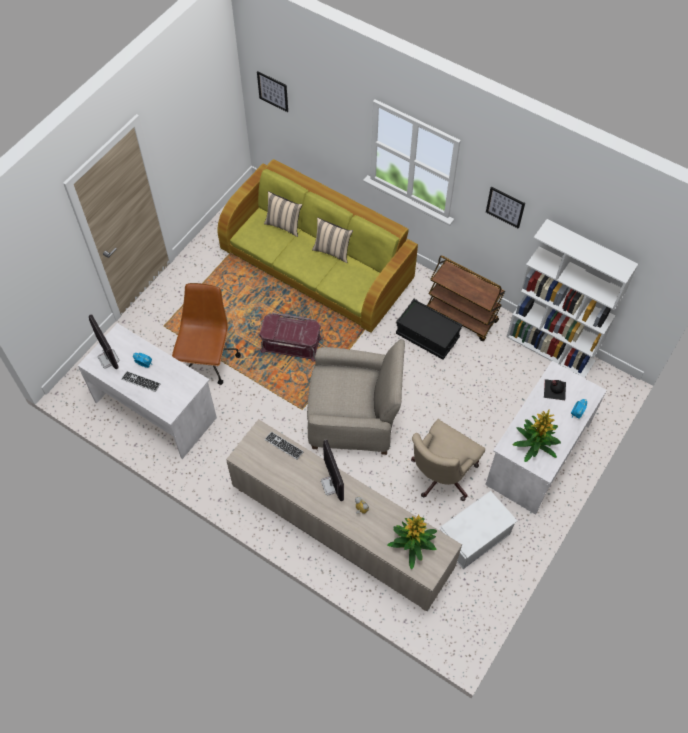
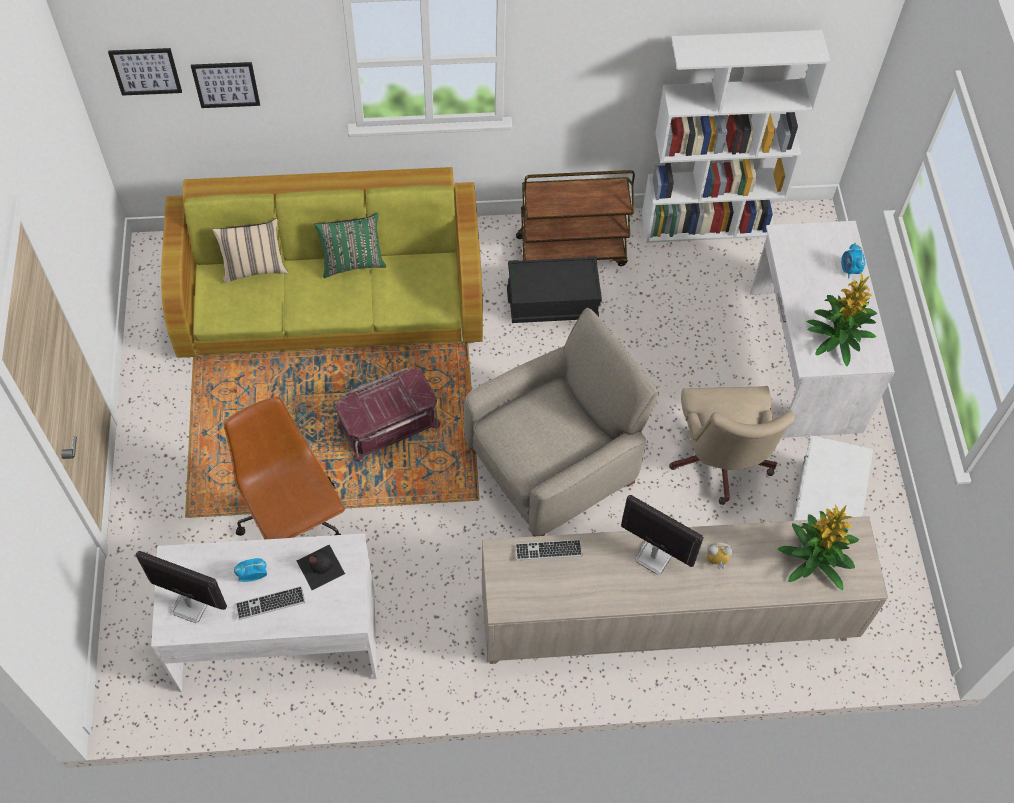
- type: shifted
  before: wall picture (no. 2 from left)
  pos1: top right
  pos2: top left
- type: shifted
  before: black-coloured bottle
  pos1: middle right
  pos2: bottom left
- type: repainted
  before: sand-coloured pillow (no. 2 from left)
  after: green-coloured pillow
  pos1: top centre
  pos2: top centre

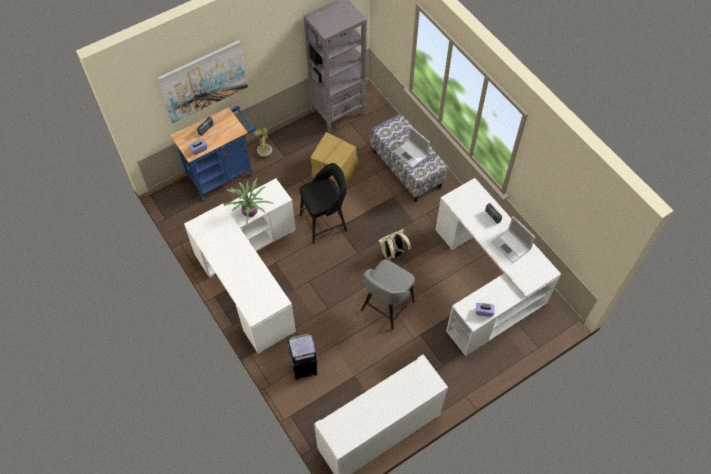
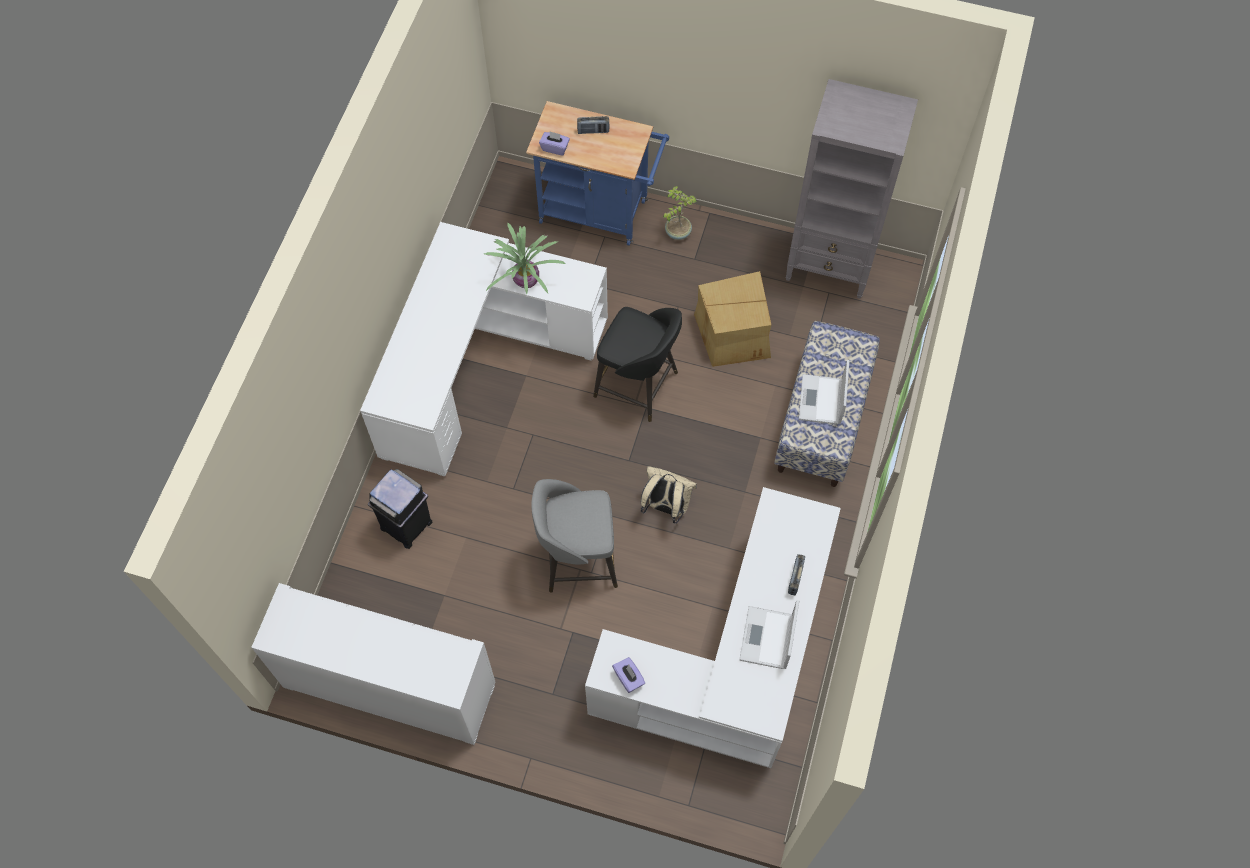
- type: gone
  before: wall picture
  pos1: top left

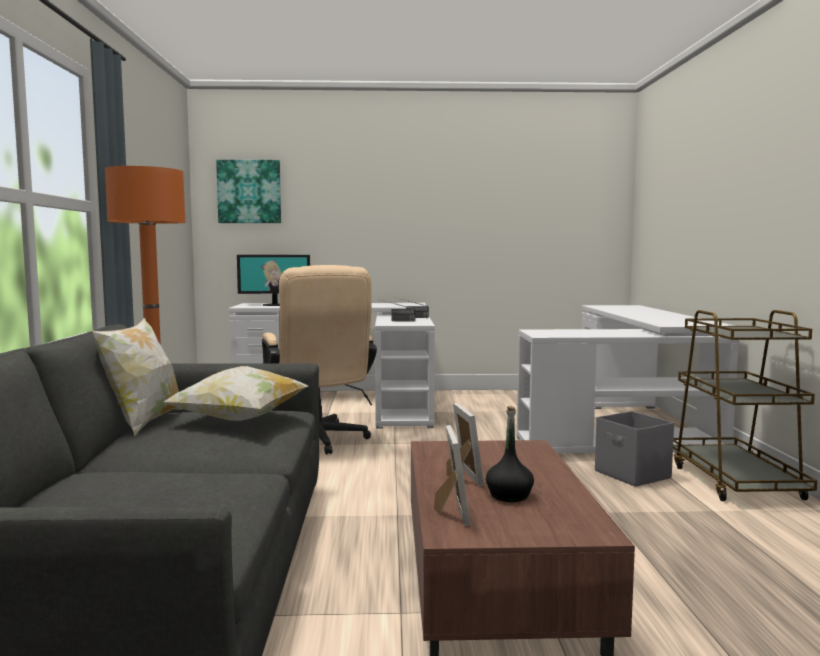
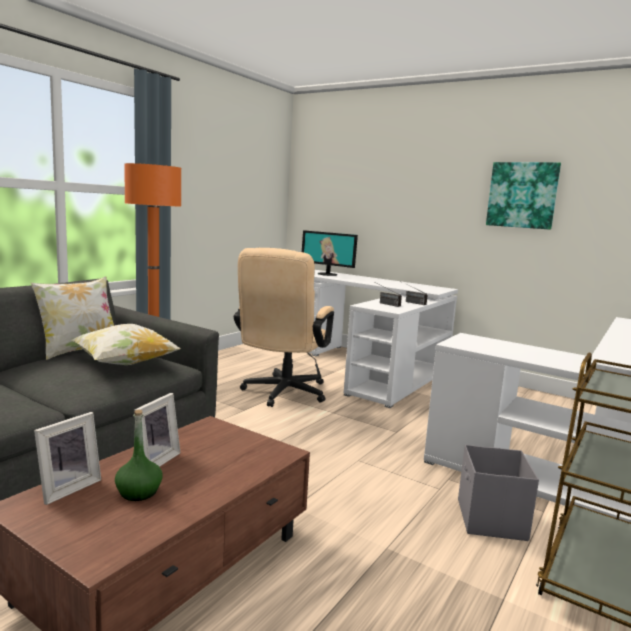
- type: shifted
  before: wall picture
  pos1: top left
  pos2: top right
- type: repainted
  before: black-coloured bottle
  after: green-coloured bottle
  pos1: bottom centre
  pos2: bottom left

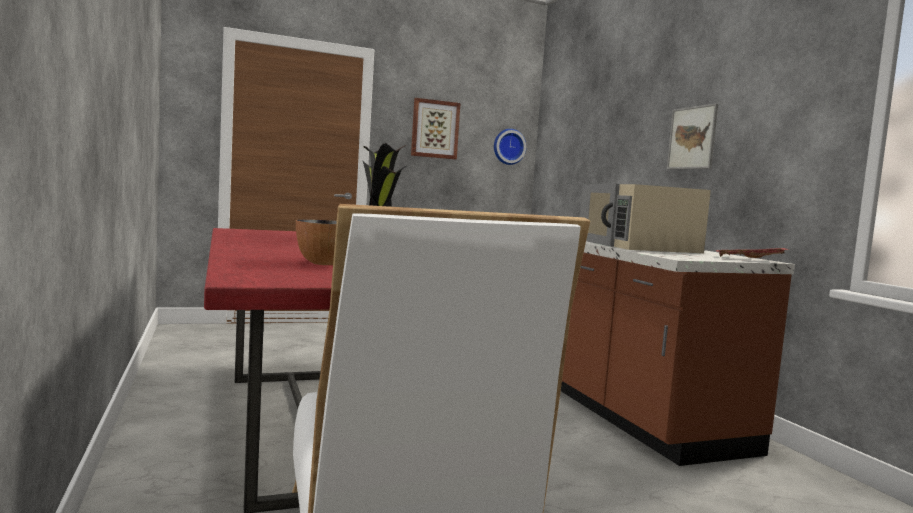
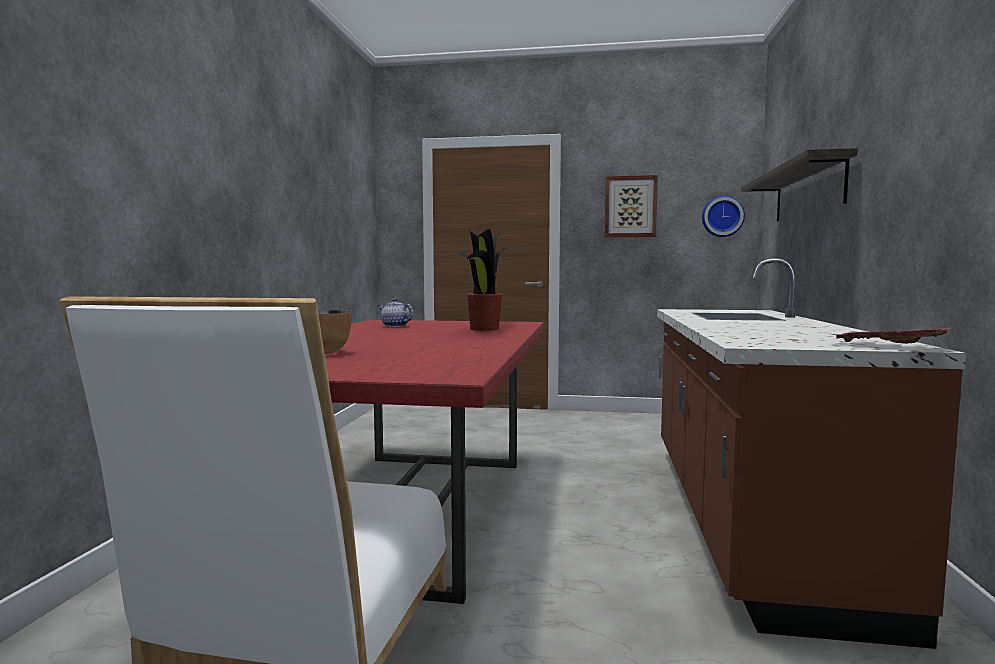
- type: gone
  before: sand-coloured microwave
  pos1: middle right
- type: gone
  before: wall picture (no. 2 from left)
  pos1: top right
- type: new
  after: tea pot
  pos2: centre
- type: new
  after: wall shelf
  pos2: top right

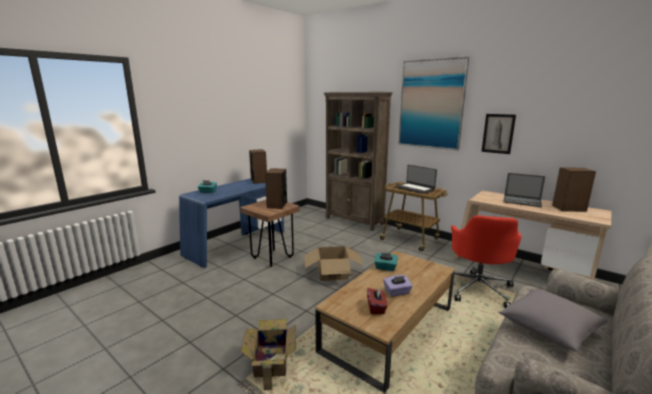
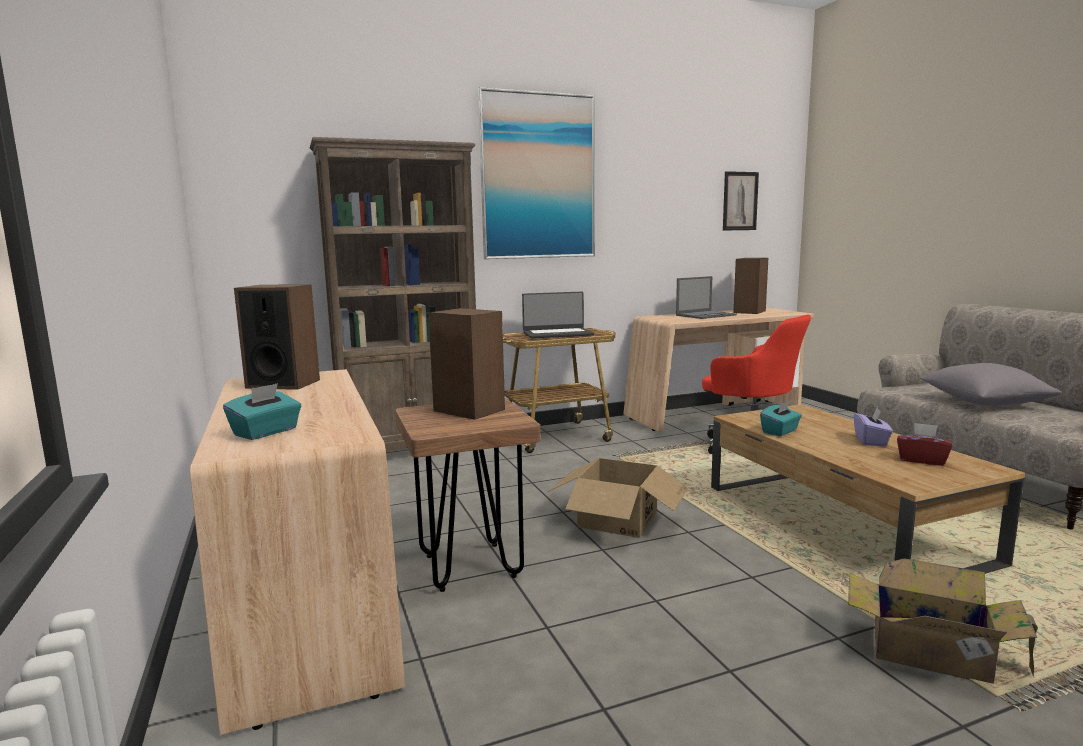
- type: shifted
  before: wall picture (no. 2 from left)
  pos1: middle right
  pos2: top right
- type: repainted
  before: blue-coloured desk
  after: sand-coloured desk (no. 1 from left)
  pos1: centre
  pos2: bottom left

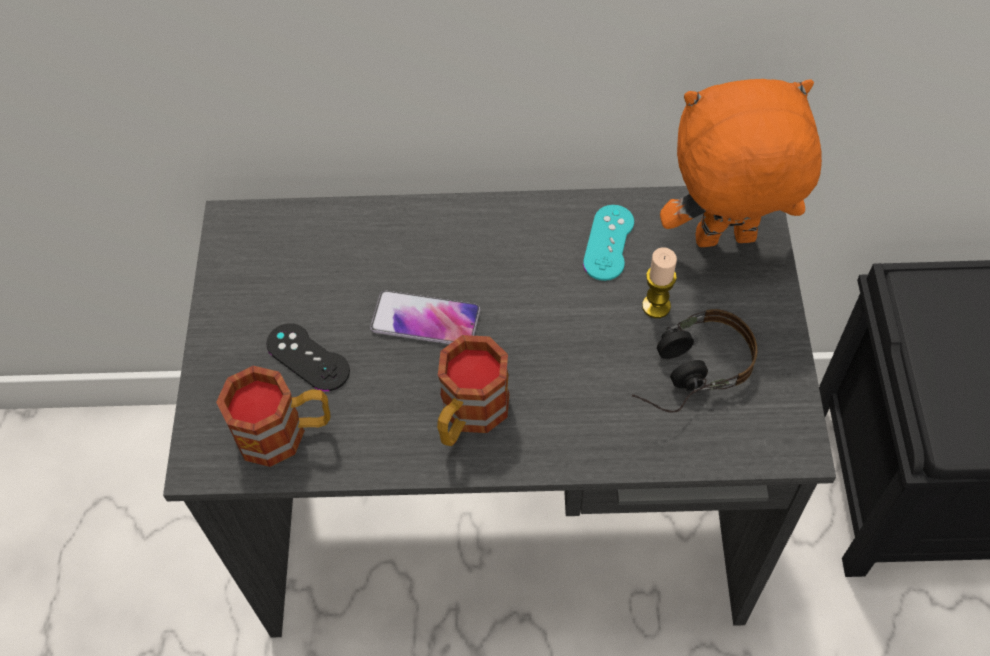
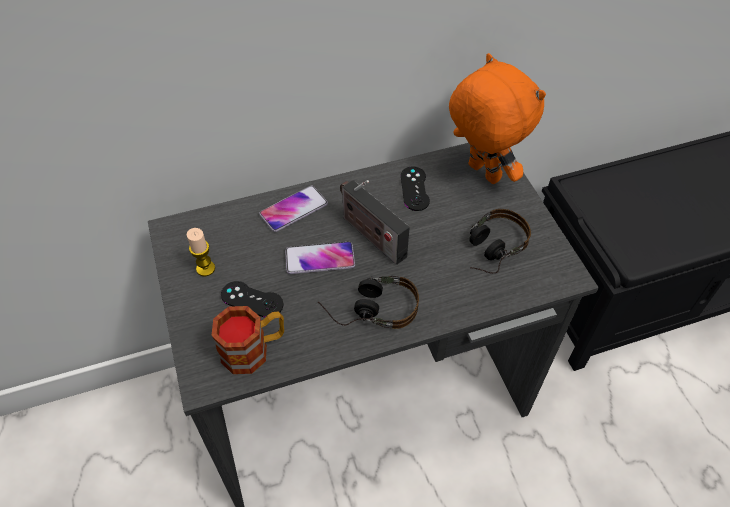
- type: new
  after: phone (no. 1 from left)
  pos2: centre
- type: new
  after: radio receiver
  pos2: centre
- type: shifted
  before: wax light
  pos1: centre
  pos2: middle left
- type: swapped
  before: tea mug (no. 2 from left)
  after: headset (no. 1 from left)
  pos1: centre
  pos2: centre
- type: repainted
  before: turquoise gamepad
  after: black-coloured gamepad (no. 2 from left)
  pos1: centre
  pos2: centre
- type: rotated
  before: orange cuddly toy
  pos1: top right
  pos2: top right
  turn: 75

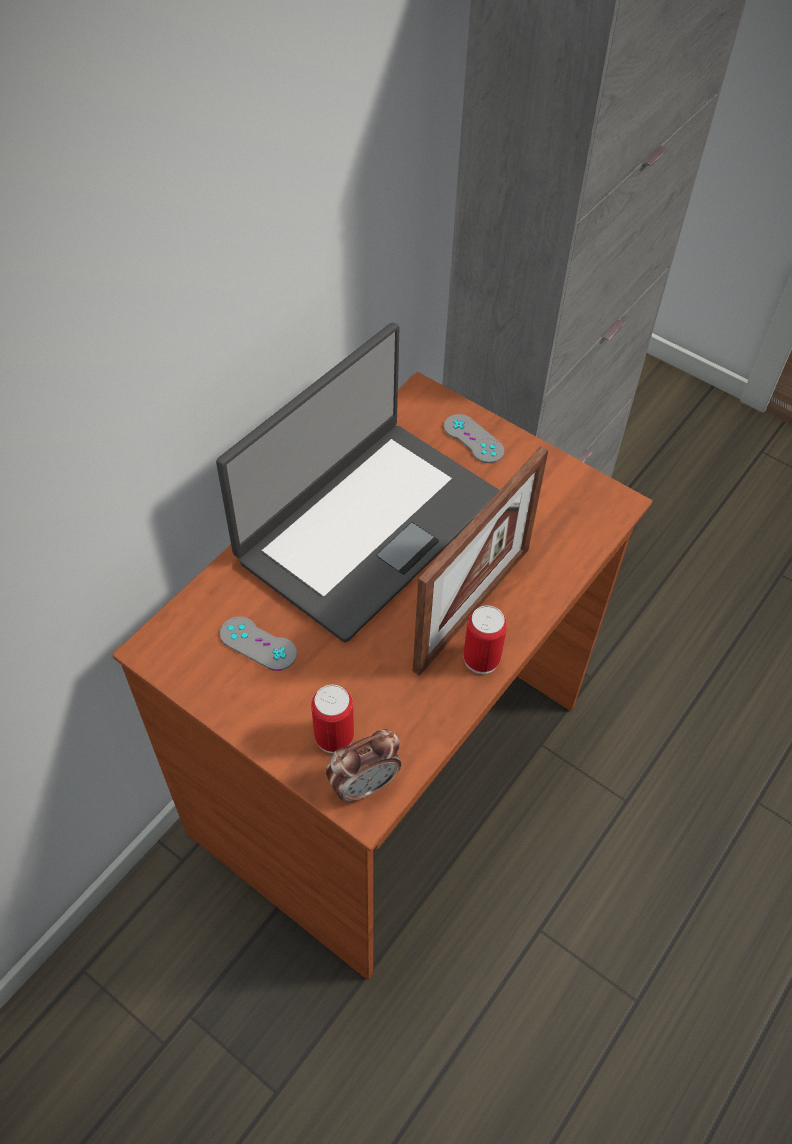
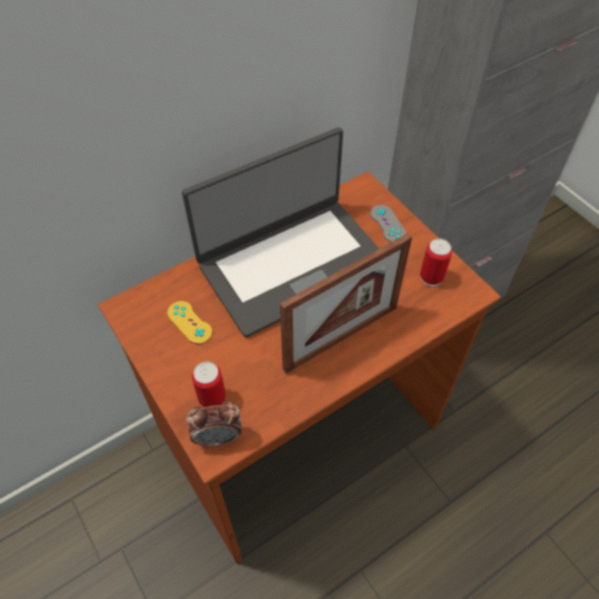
- type: shifted
  before: sealed can (no. 2 from left)
  pos1: centre
  pos2: middle right
- type: repainted
  before: gray gamepad (no. 1 from left)
  after: yellow gamepad
  pos1: middle left
  pos2: middle left

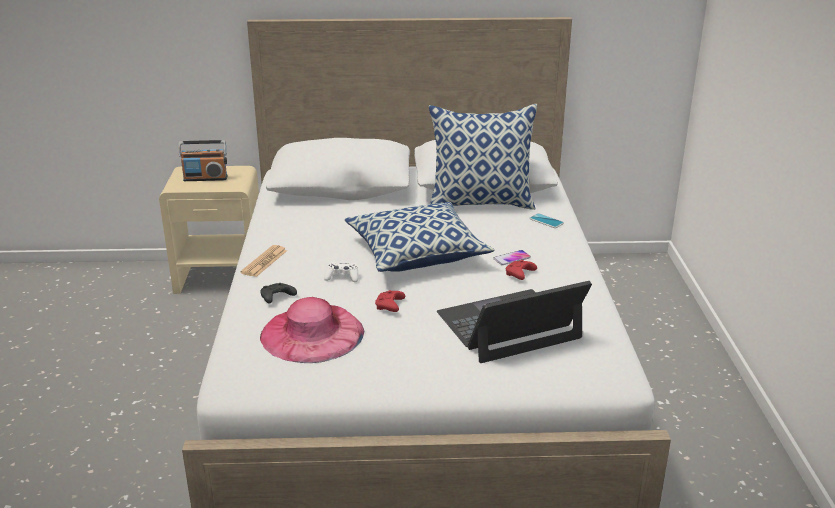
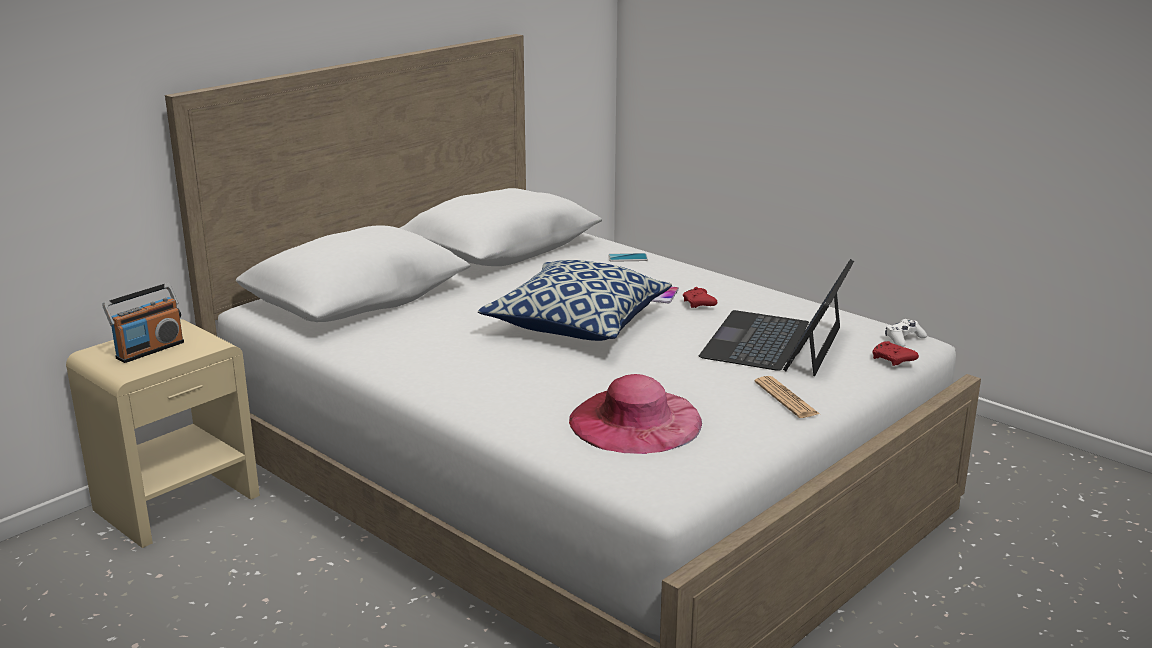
- type: gone
  before: black-coloured gamepad
  pos1: middle left
- type: gone
  before: pillow (no. 2 from left)
  pos1: top centre
- type: shifted
  before: printed paper
  pos1: middle left
  pos2: middle right
- type: shifted
  before: white-coloured gamepad
  pos1: centre
  pos2: middle right
- type: shifted
  before: red-coloured gamepad (no. 1 from left in the first image)
  after: red-coloured gamepad (no. 2 from left)
  pos1: centre
  pos2: middle right

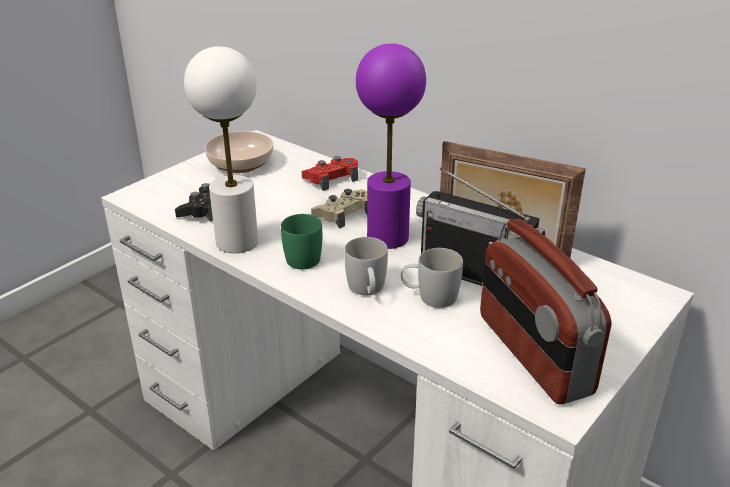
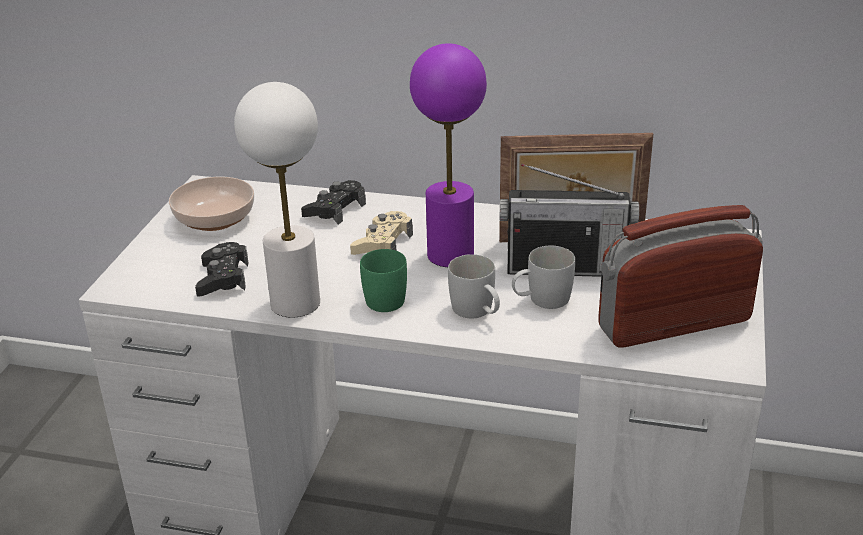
- type: repainted
  before: red-coloured gamepad
  after: black-coloured gamepad (no. 2 from left)
  pos1: centre
  pos2: centre
- type: rotated
  before: radio receiver (no. 2 from left)
  pos1: middle right
  pos2: middle right
  turn: 120

